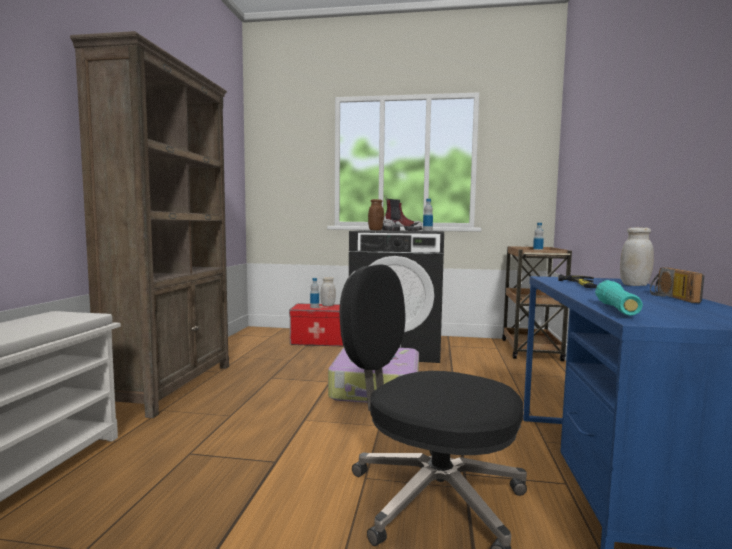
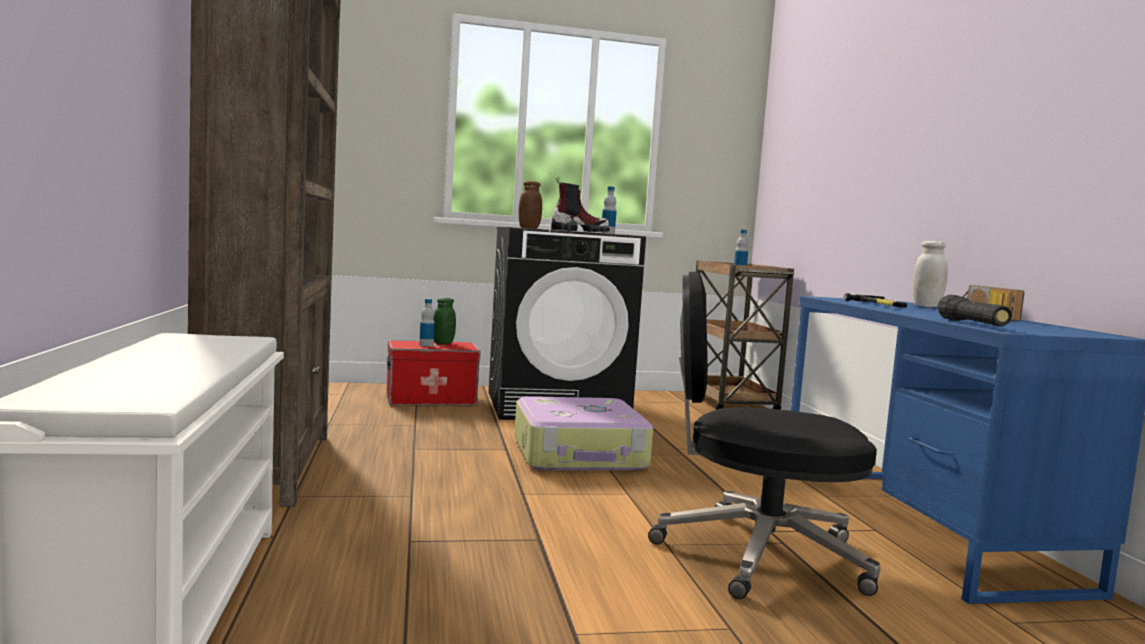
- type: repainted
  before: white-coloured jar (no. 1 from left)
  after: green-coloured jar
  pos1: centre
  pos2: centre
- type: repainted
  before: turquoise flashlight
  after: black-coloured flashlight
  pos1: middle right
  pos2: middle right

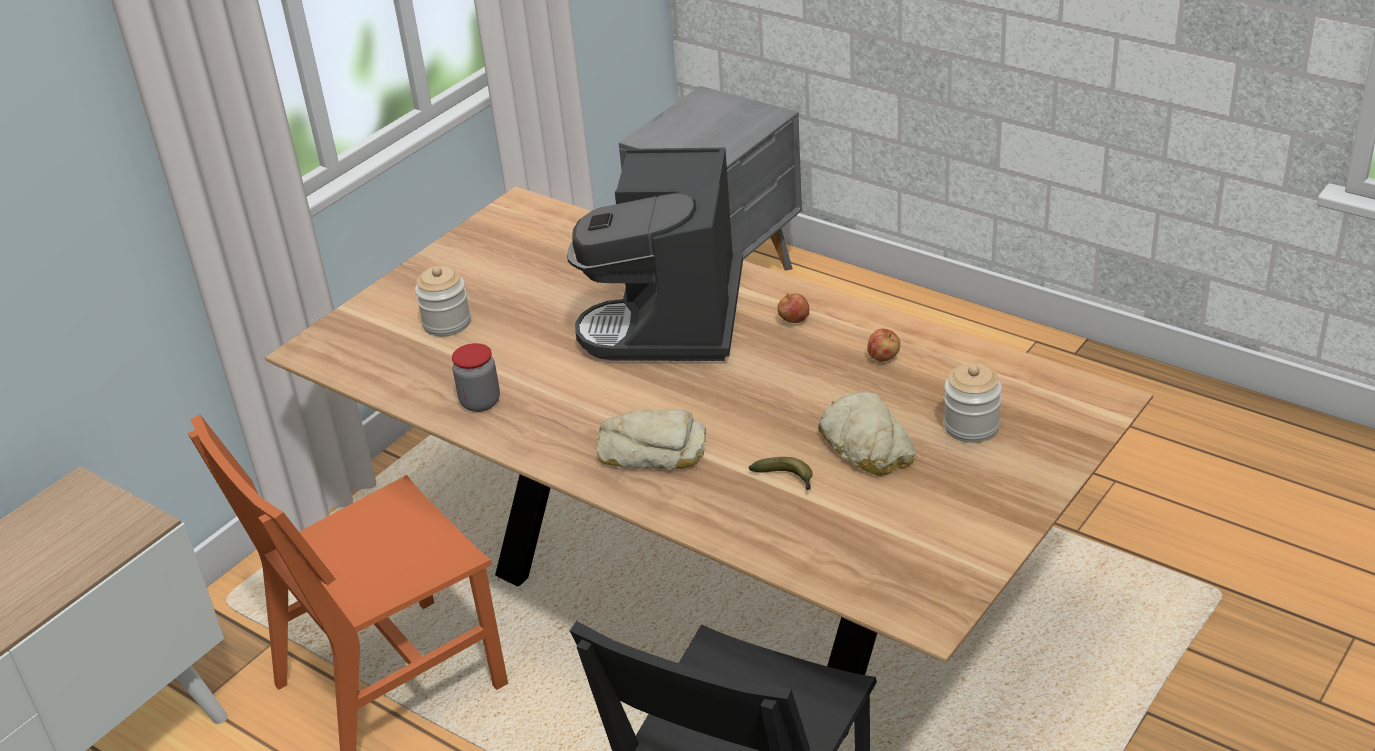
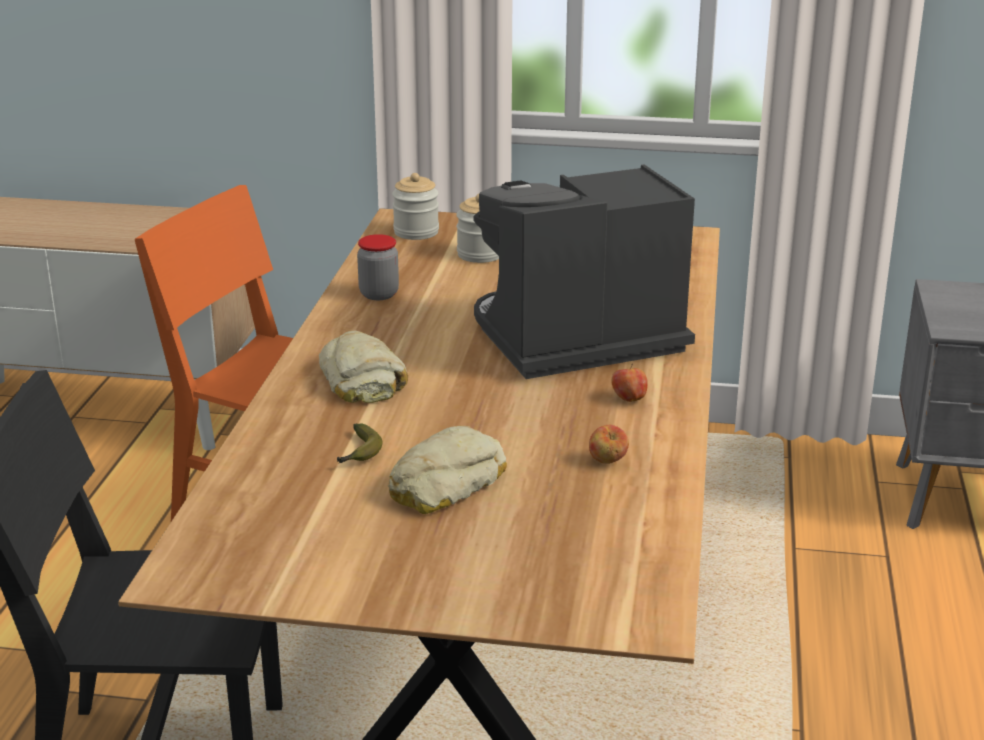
- type: shifted
  before: jar (no. 3 from left in the first image)
  after: jar (no. 2 from left)
  pos1: middle right
  pos2: top centre

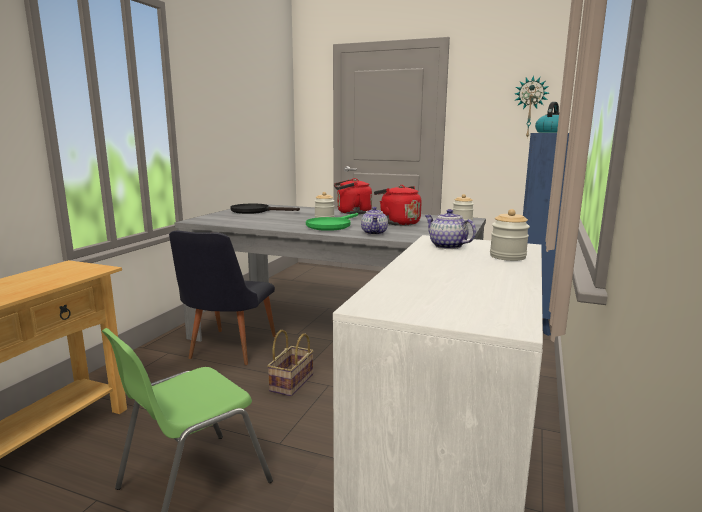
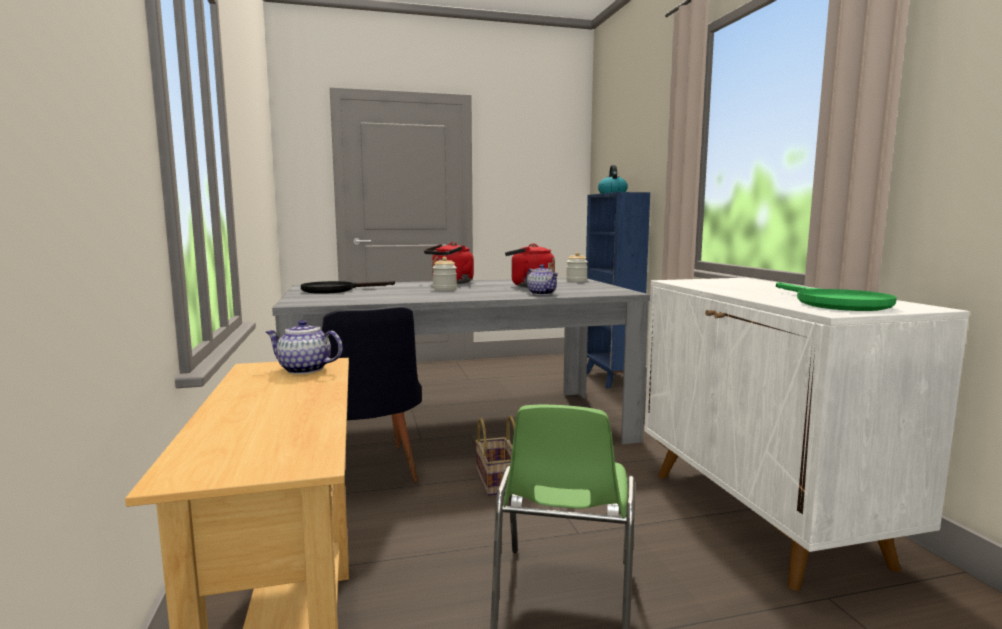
- type: gone
  before: jar (no. 3 from left)
  pos1: middle right
- type: gone
  before: clock on the wall
  pos1: top right
- type: shifted
  before: green-coloured skillet
  pos1: centre
  pos2: middle right
- type: shifted
  before: tea pot (no. 2 from left in the first image)
  after: tea pot (no. 1 from left)
  pos1: centre
  pos2: middle left

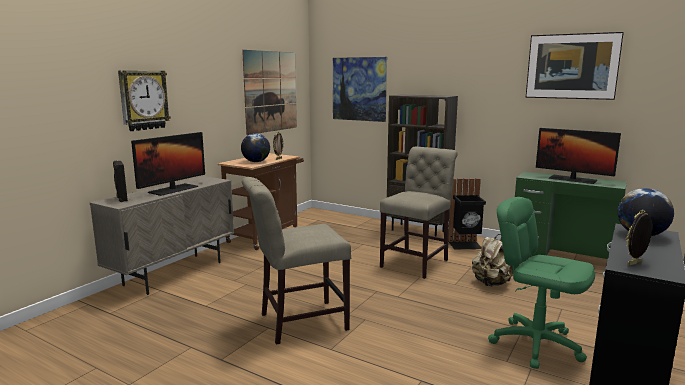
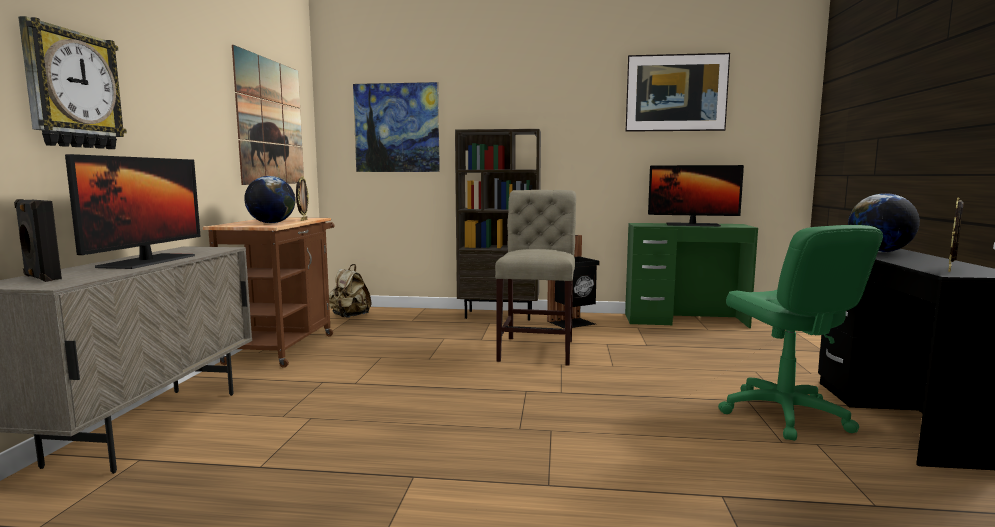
- type: gone
  before: sand-coloured chair (no. 1 from left)
  pos1: bottom centre
- type: shifted
  before: sand-coloured backpack
  pos1: bottom right
  pos2: centre
- type: rotated
  before: green-coloured computer chair
  pos1: bottom right
  pos2: middle right
  turn: -120

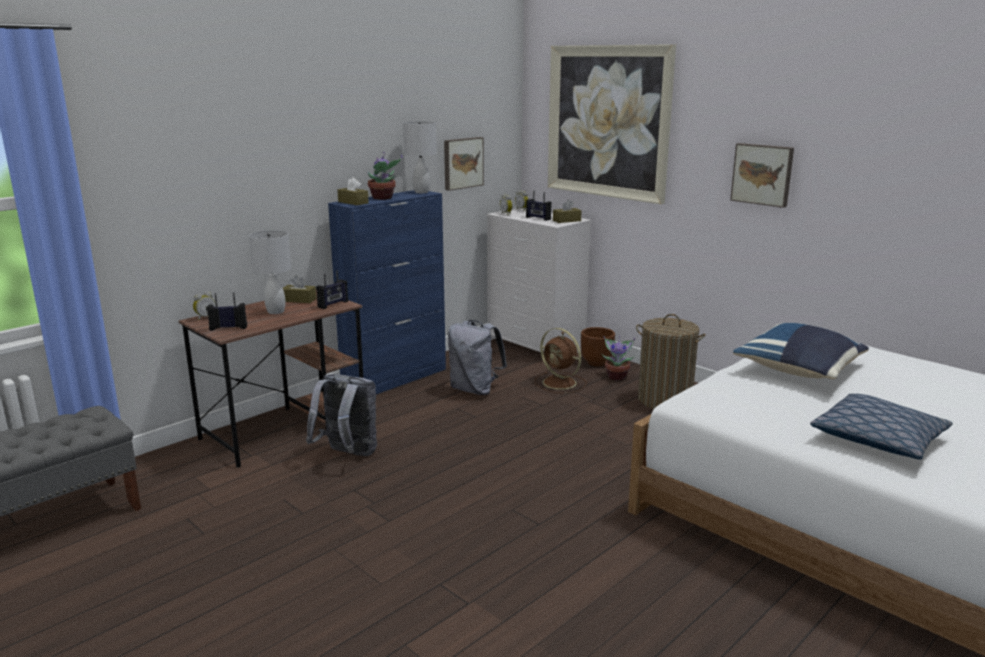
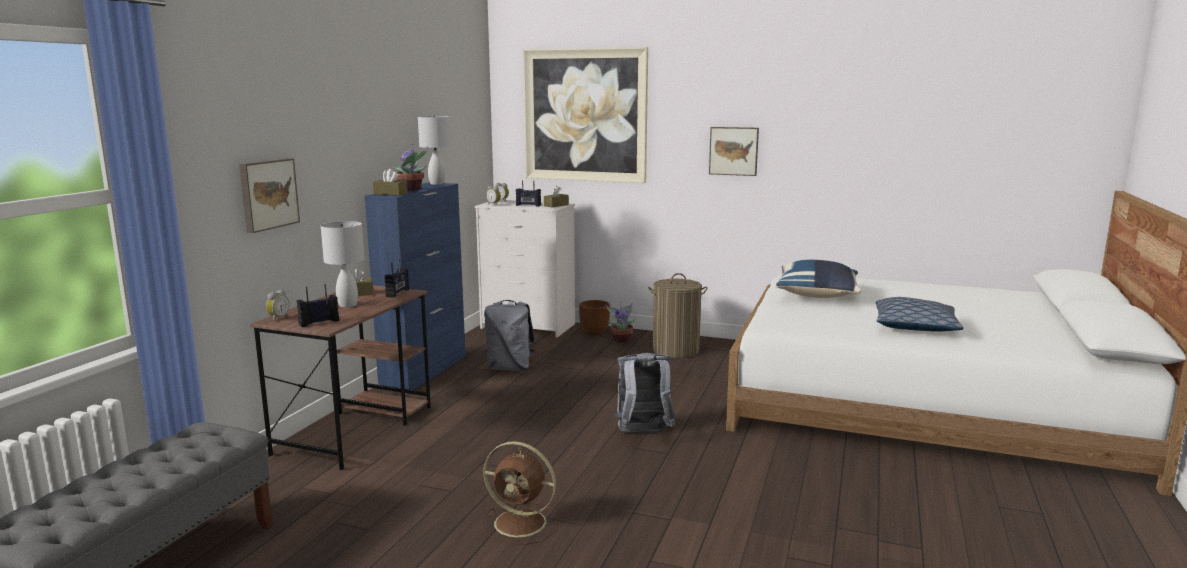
- type: shifted
  before: gray backpack (no. 1 from left in the first image)
  after: gray backpack (no. 2 from left)
  pos1: centre
  pos2: bottom centre
- type: shifted
  before: wall picture (no. 1 from left)
  pos1: top centre
  pos2: middle left
- type: shifted
  before: brown electric fan
  pos1: centre
  pos2: bottom centre

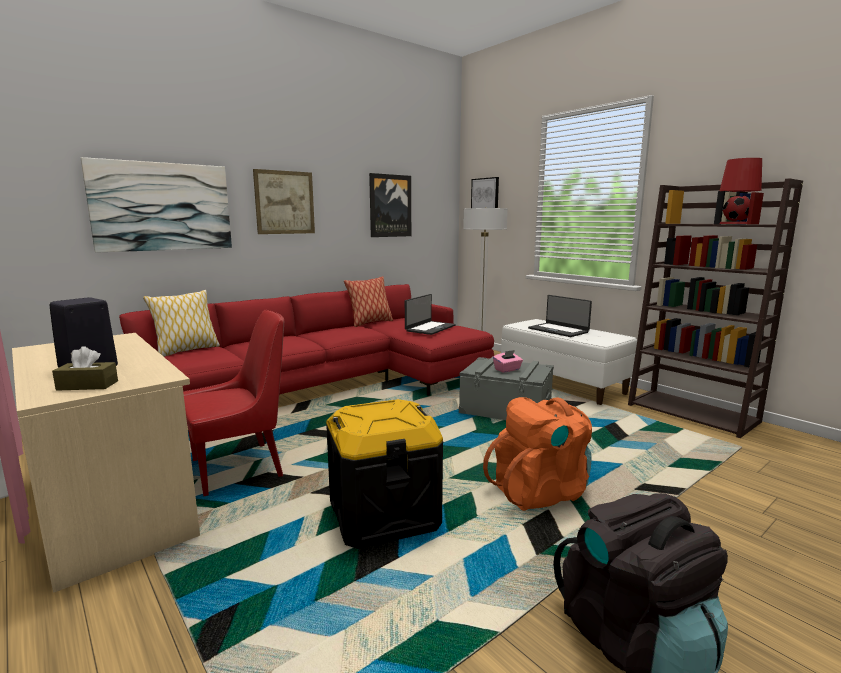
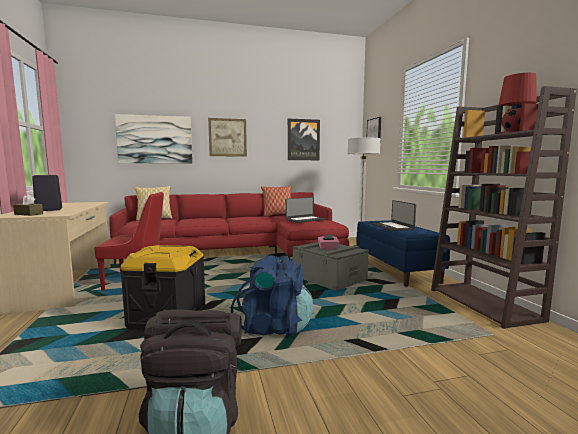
- type: repainted
  before: orange backpack
  after: blue-coloured backpack
  pos1: bottom centre
  pos2: bottom centre
- type: repainted
  before: white-coloured bench
  after: blue-coloured bench
  pos1: middle right
  pos2: middle right

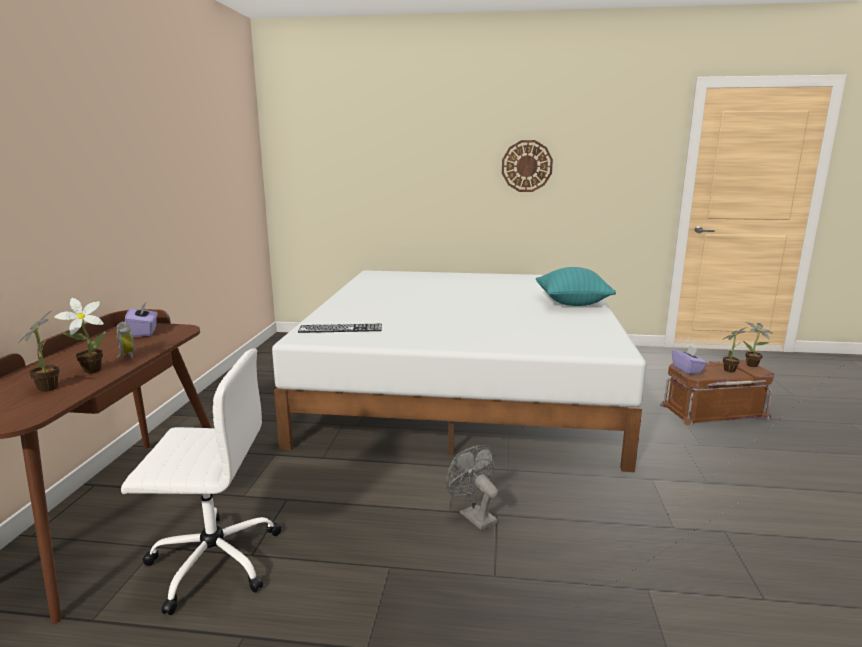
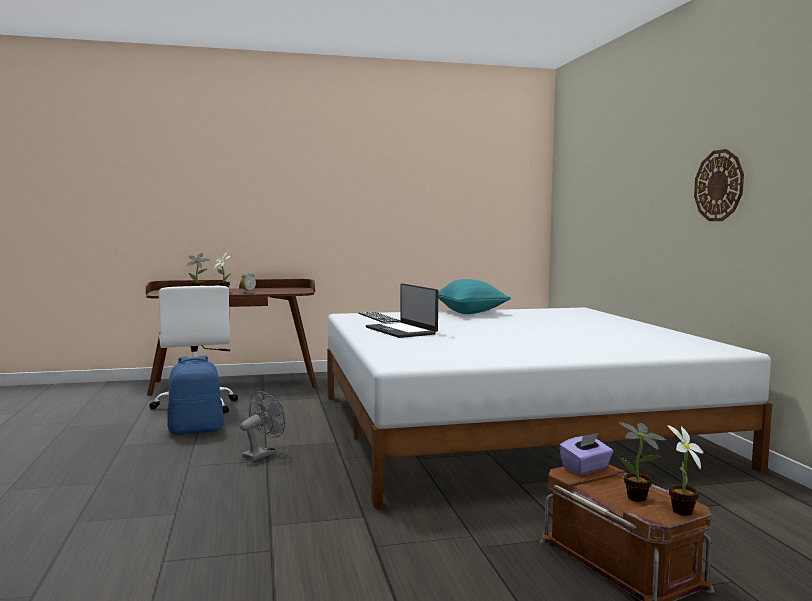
- type: gone
  before: purplish tissue holder (no. 1 from left)
  pos1: middle left
- type: new
  after: blue-coloured backpack
  pos2: middle left
- type: new
  after: laptop
  pos2: centre
- type: shifted
  before: turquoise pillow
  pos1: middle right
  pos2: centre

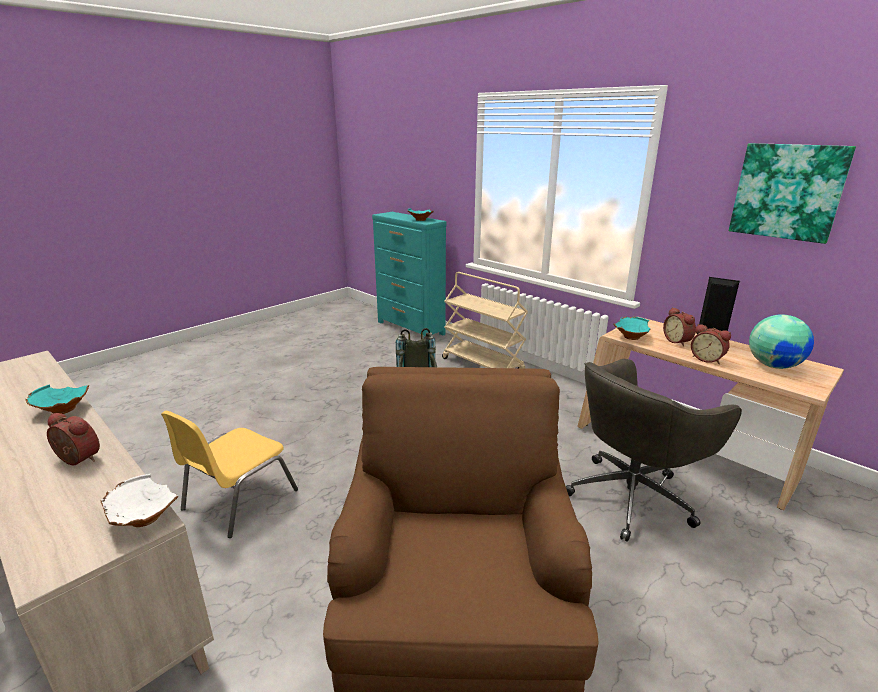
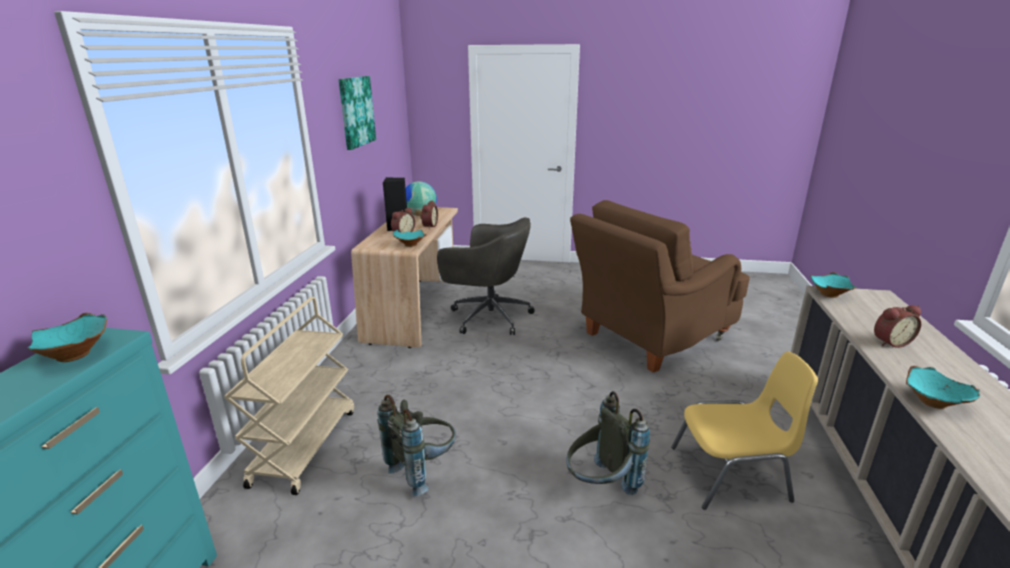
- type: new
  after: gray backpack (no. 2 from left)
  pos2: bottom centre
- type: repainted
  before: white-coloured deep dish
  after: turquoise deep dish (no. 3 from left)
  pos1: bottom left
  pos2: middle right
- type: rotated
  before: table clock (no. 1 from left in the first image)
  pos1: middle left
  pos2: middle right
  turn: -90

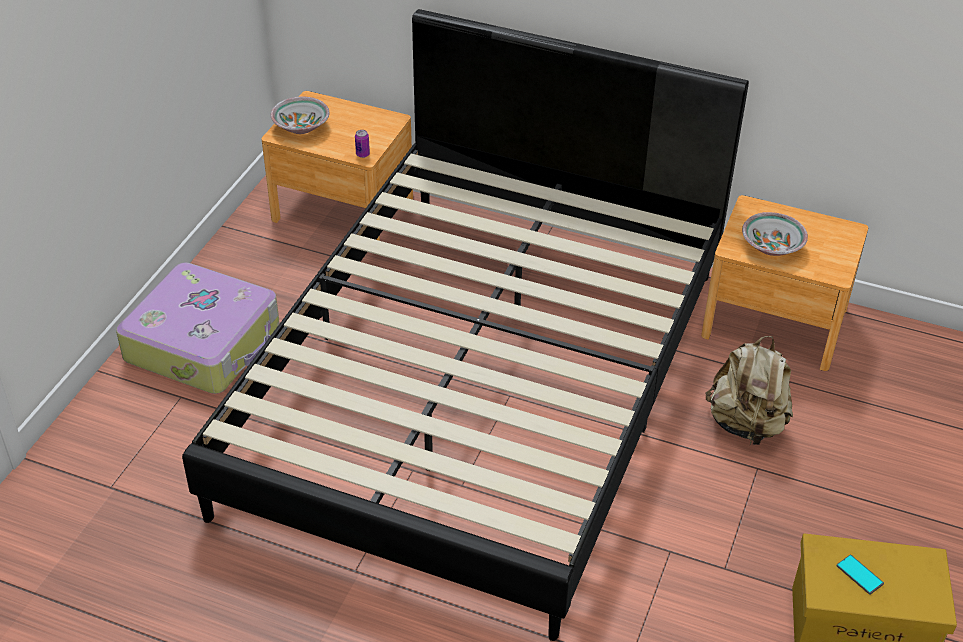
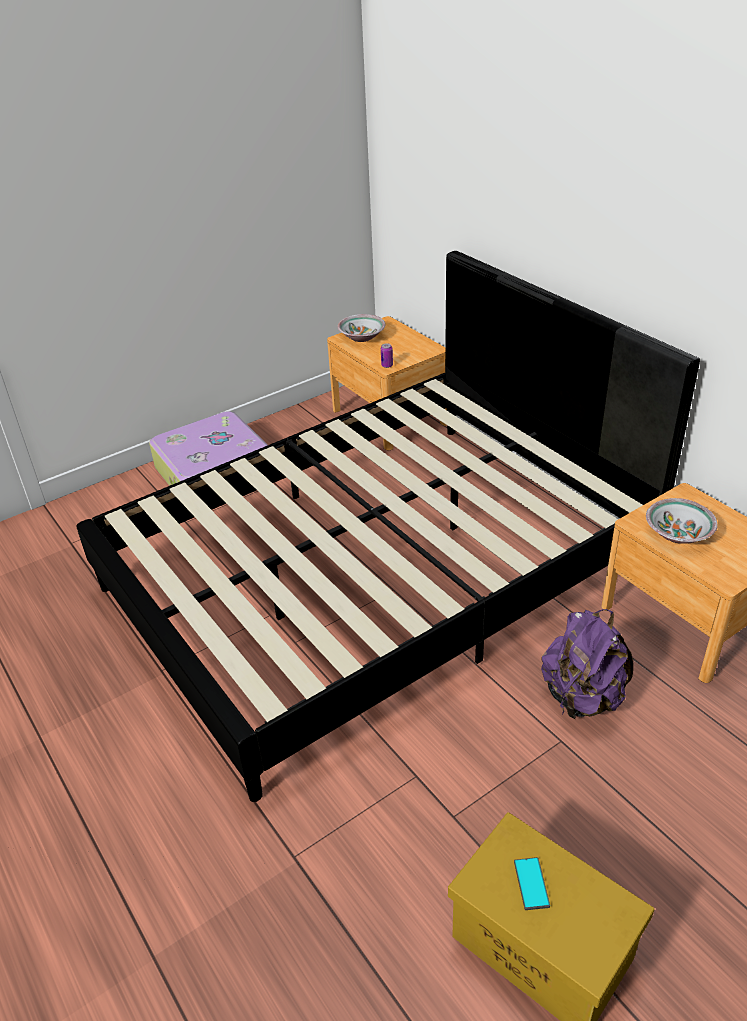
- type: repainted
  before: sand-coloured backpack
  after: purplish backpack
  pos1: middle right
  pos2: middle right

